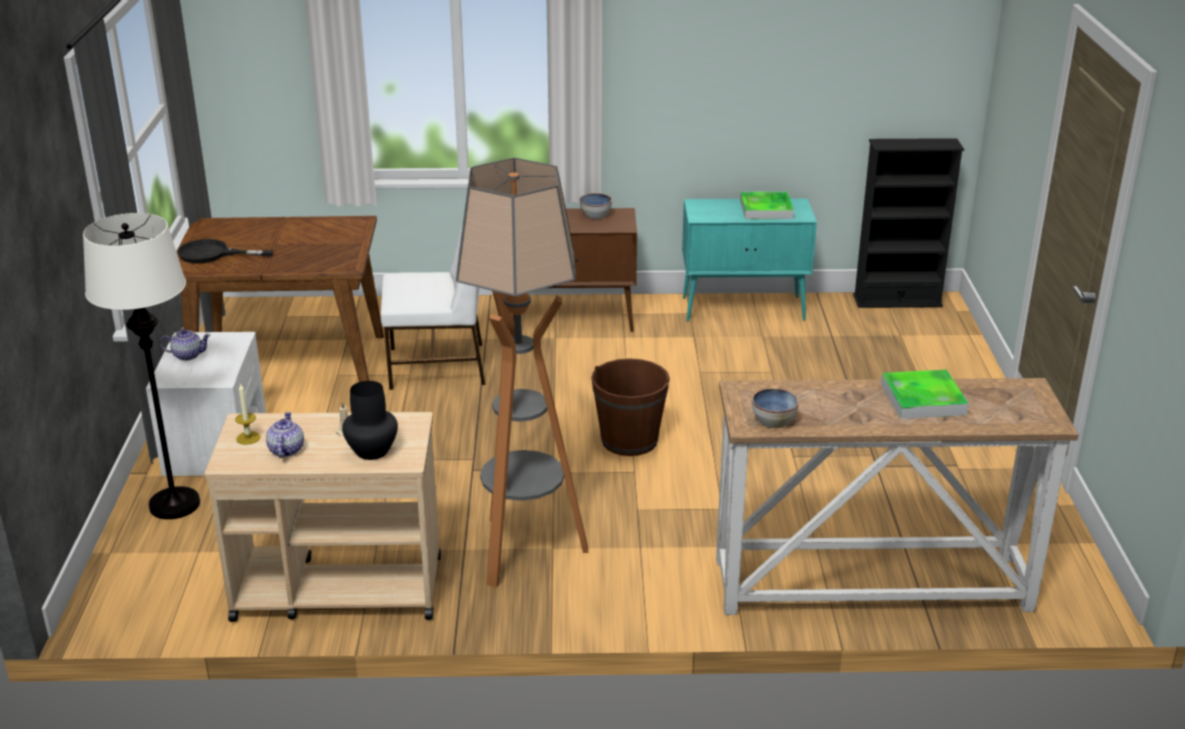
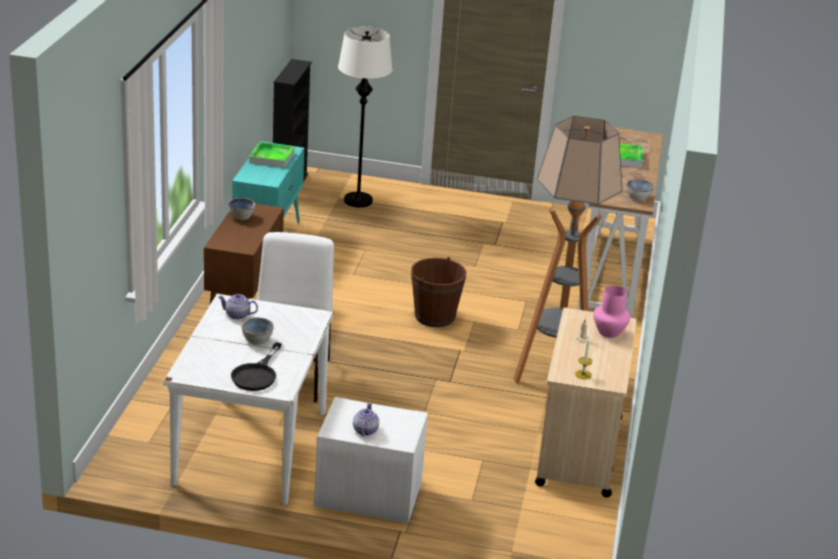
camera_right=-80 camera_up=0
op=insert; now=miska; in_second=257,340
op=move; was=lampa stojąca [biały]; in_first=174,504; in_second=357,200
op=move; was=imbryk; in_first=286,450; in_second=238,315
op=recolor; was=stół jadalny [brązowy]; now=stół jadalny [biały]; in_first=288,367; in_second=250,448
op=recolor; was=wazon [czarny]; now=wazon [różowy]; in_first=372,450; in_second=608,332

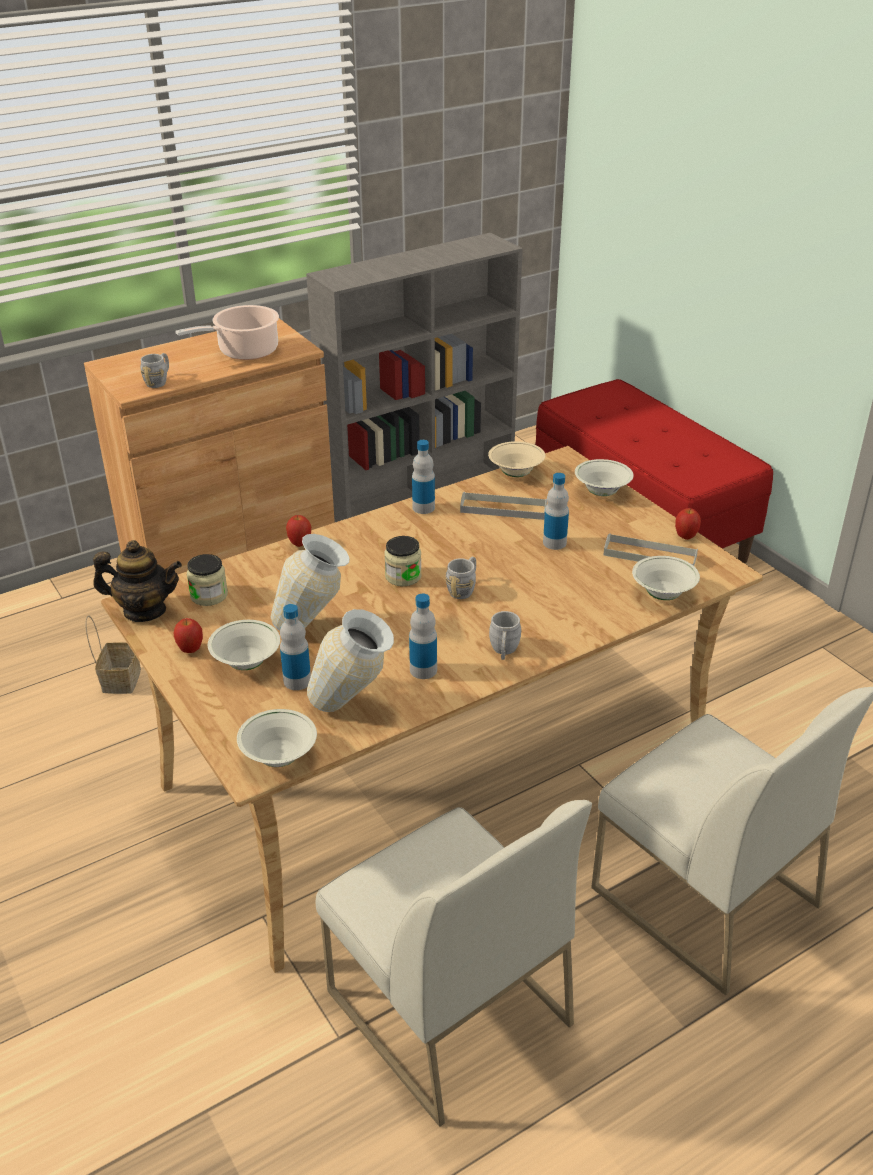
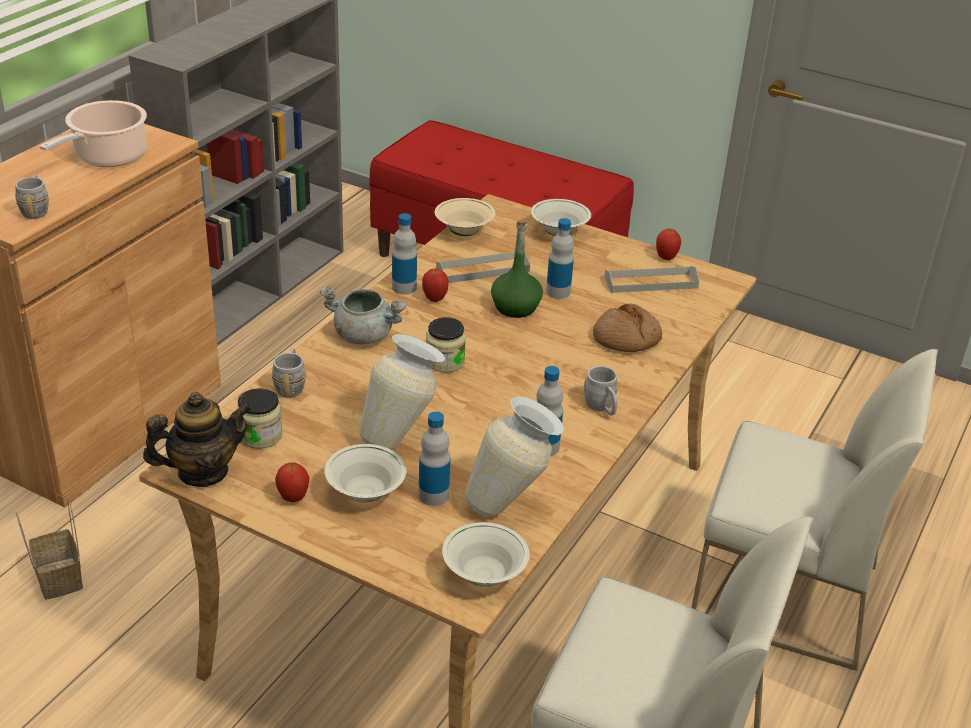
camera_right=-30 camera_up=0
op=delete; was=miska [biały]; in_first=663,595
op=insert; now=garnek [szary]; in_second=364,335
op=insert; now=butelka [zielony]; in_second=515,307
op=insert; now=chleb; in_second=626,339
op=move; was=jabłko; in_first=300,544; in_second=434,299
op=move; was=kubek [szary]; in_first=464,589; in_second=291,385

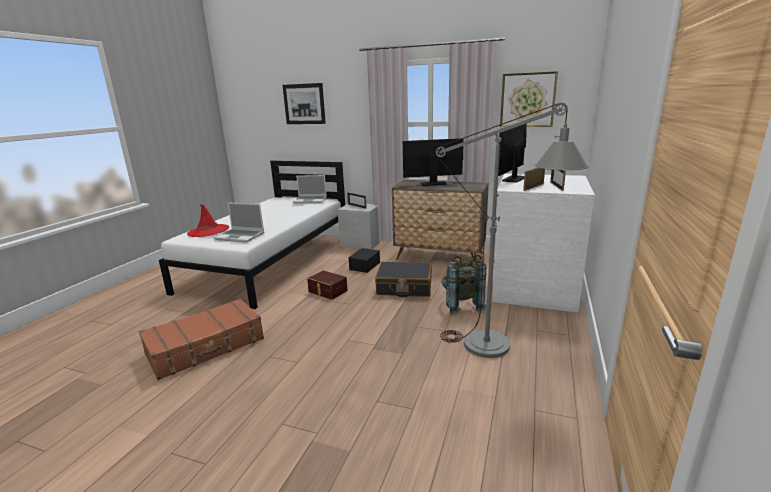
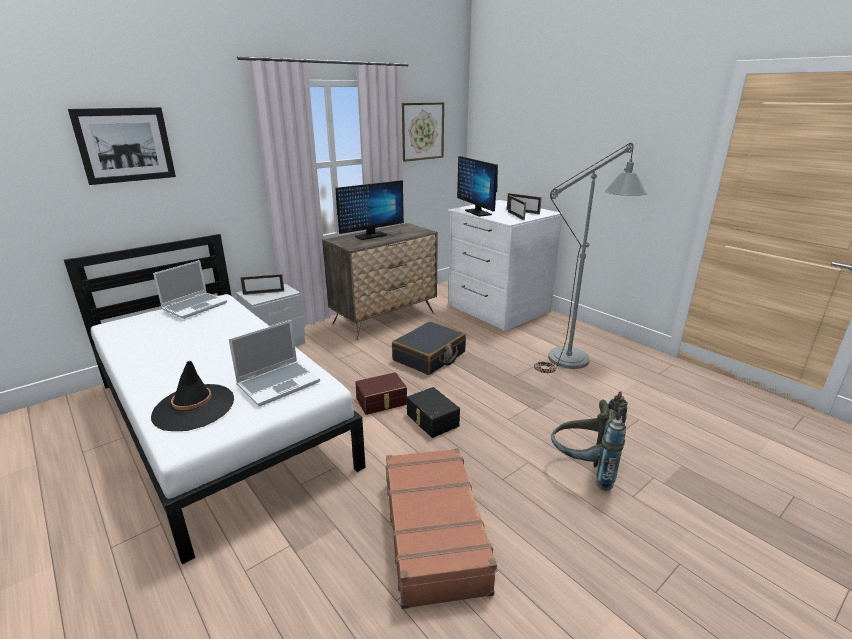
camera_right=-60 camera_up=5
op=move; was=pojemnik do przechowywania [czarny]; in_first=364,266; in_second=431,420
op=move; was=plecak [szary]; in_first=460,305; in_second=583,469
op=recolor; was=kapelusz [czerwony]; now=kapelusz [czarny]; in_first=208,231; in_second=194,407
op=rotate; was=monitor; in_first=433,184; in_second=370,236; clockwise=-150

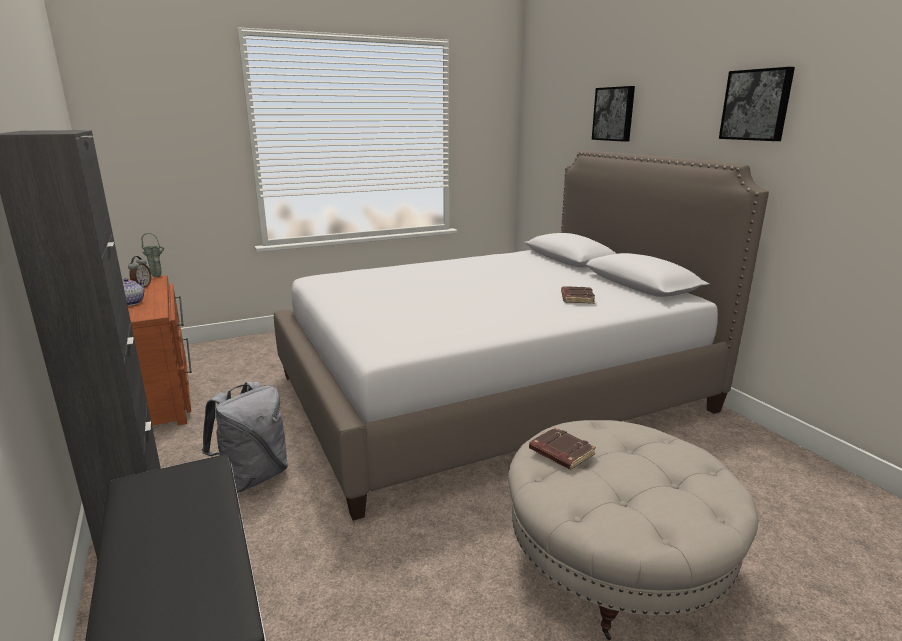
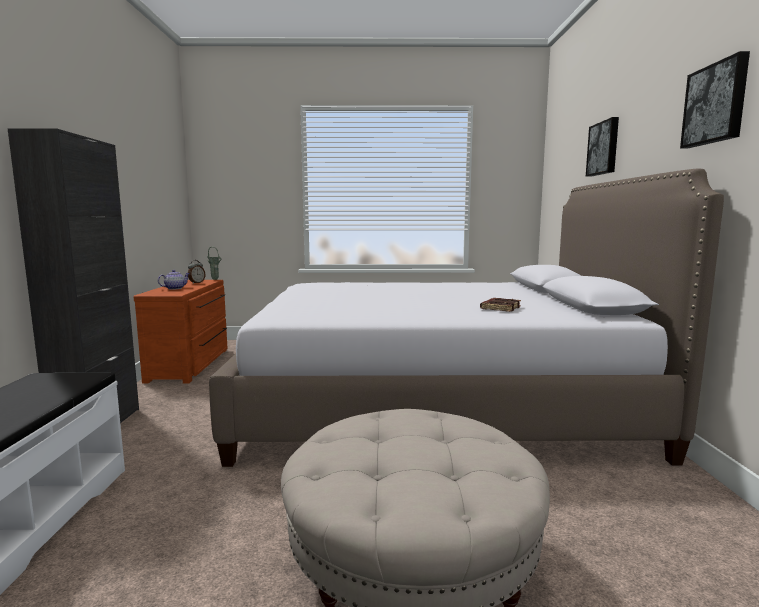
camera_right=25 camera_up=-10
op=delete; was=plecak [szary]; in_first=253,477
op=delete; was=książka [brązowy]; in_first=560,453

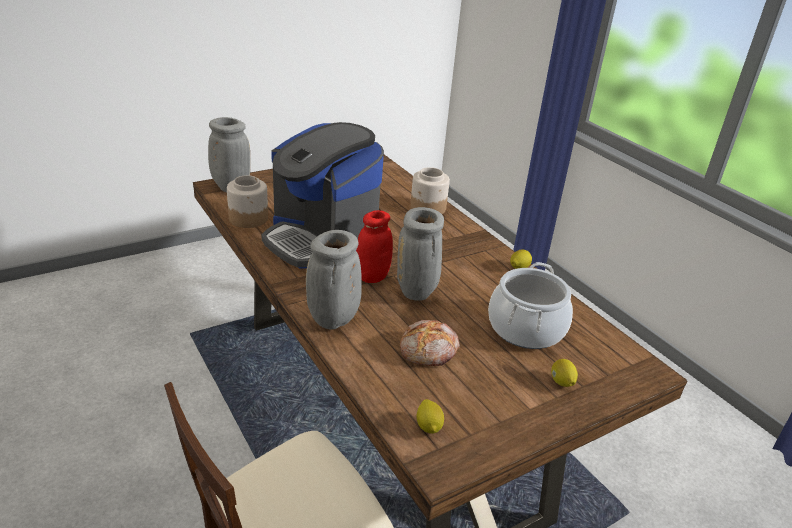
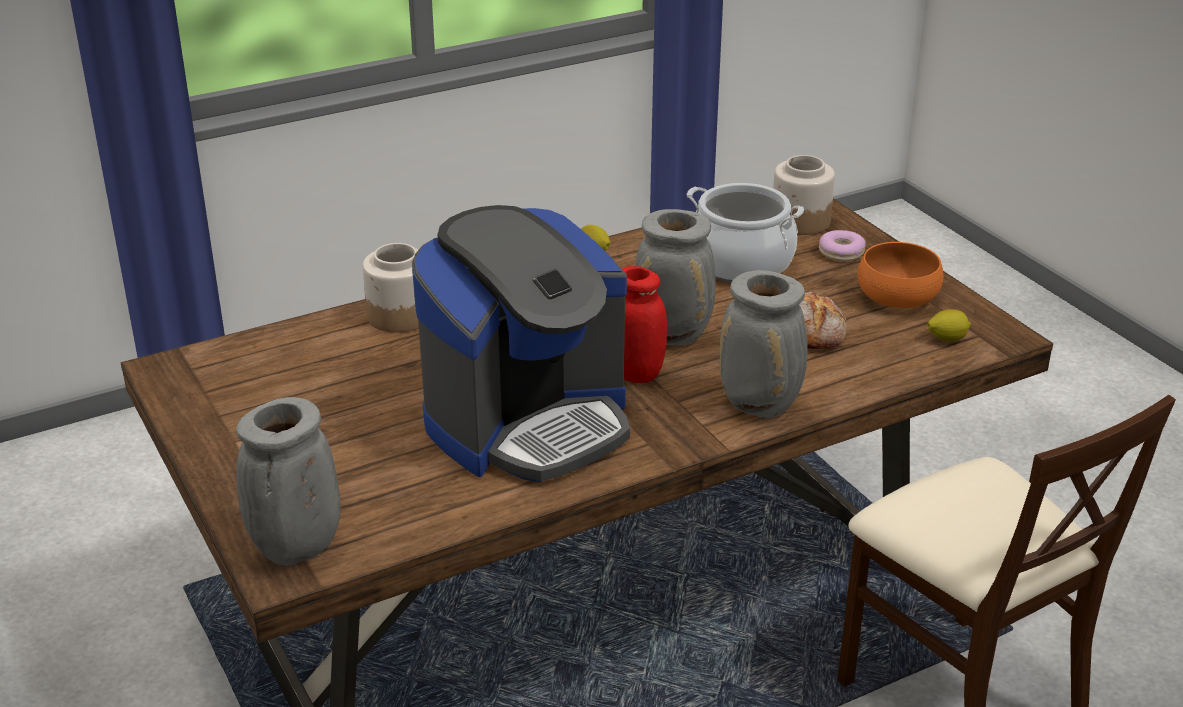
camera_right=-85 camera_up=0
op=insert; now=miska [pomarańczowy]; in_second=897,296
op=move; was=słoik; in_first=249,218; in_second=799,221
op=replace; was=cytryna; now=donut; in_first=561,382; in_second=841,252

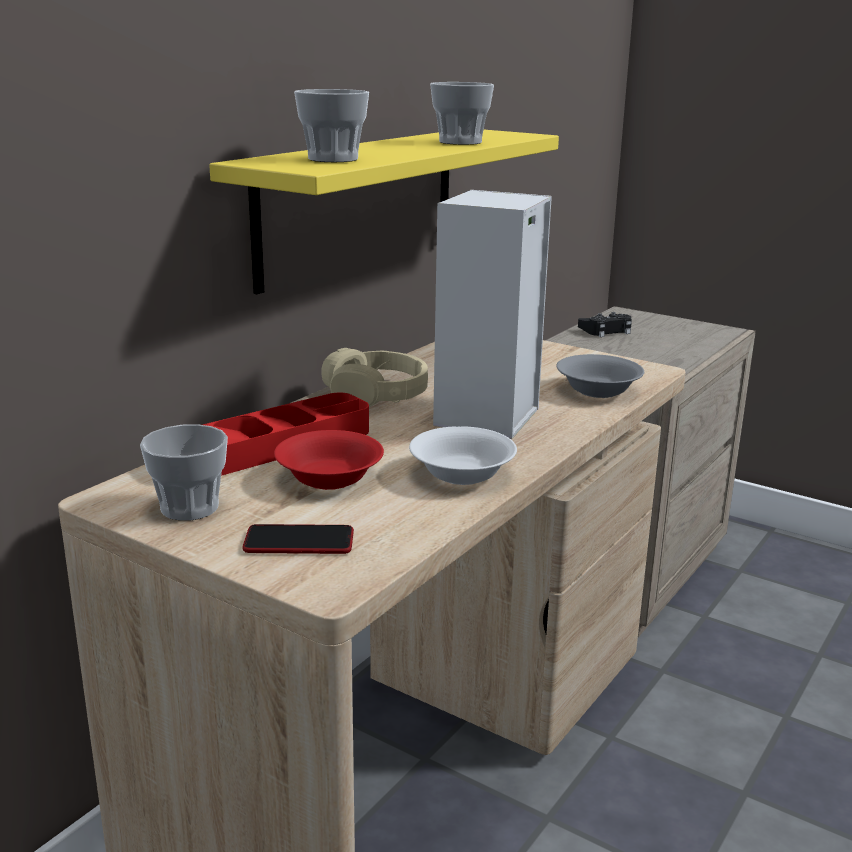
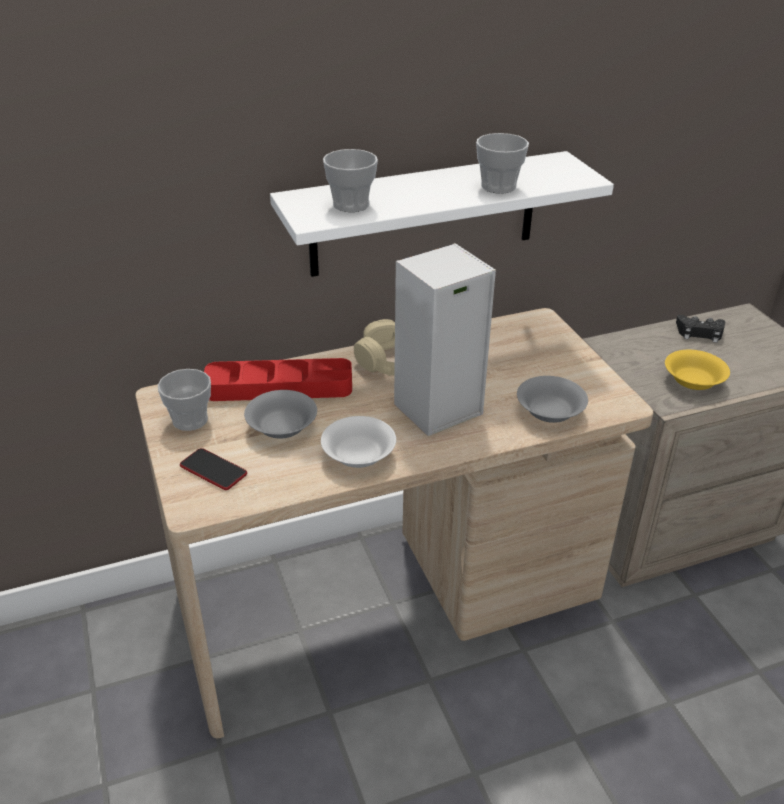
camera_right=35 camera_up=15
op=insert; now=miska [żółty]; in_second=693,381
op=recolor; was=półka [żółty]; now=półka [biały]; in_first=359,204; in_second=424,214
op=recolor; was=miska [czerwony]; now=miska [szary]; in_first=330,478; in_second=282,426

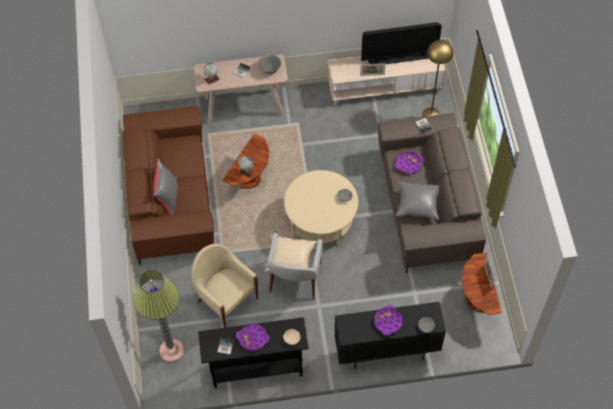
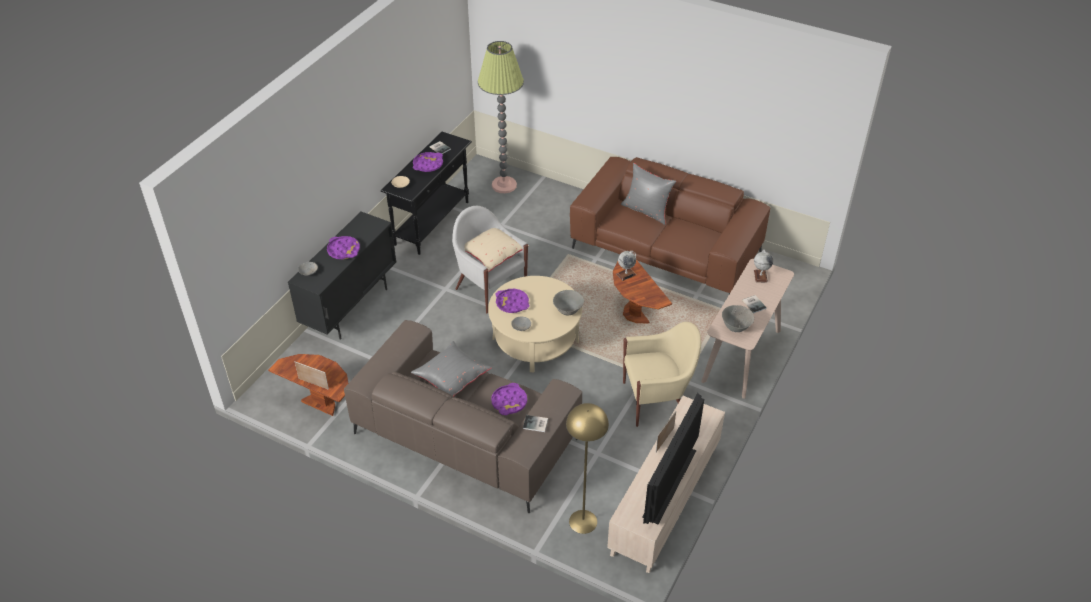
camera_right=125 camera_up=-15
op=insert; now=taca [fioletowy]; in_second=512,303
op=insert; now=miska [szary]; in_second=568,310
op=move; was=fotel [beżowy]; in_first=226,299; in_second=657,401

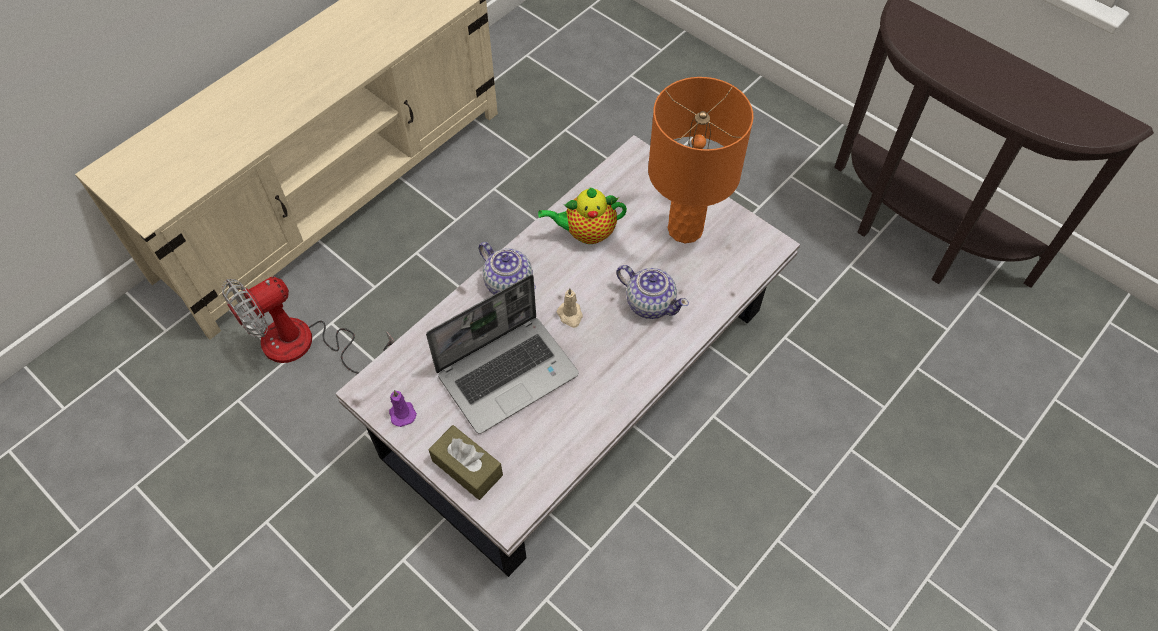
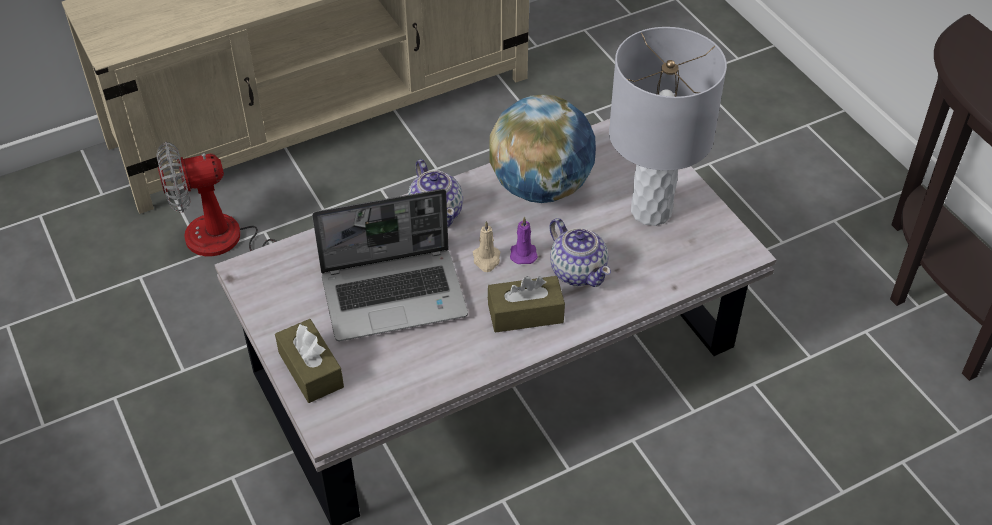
camera_right=20 camera_up=-10
op=insert; now=pudełko chusteczek [brązowy]; in_second=525,313
op=move; was=świeca [fioletowy]; in_first=402,412; in_second=523,253
op=replace; was=imbryk; now=globus; in_first=586,233; in_second=541,187
op=recolor; was=lampa stołowa [pomarańczowy]; now=lampa stołowa [szary]; in_first=685,228; in_second=651,211

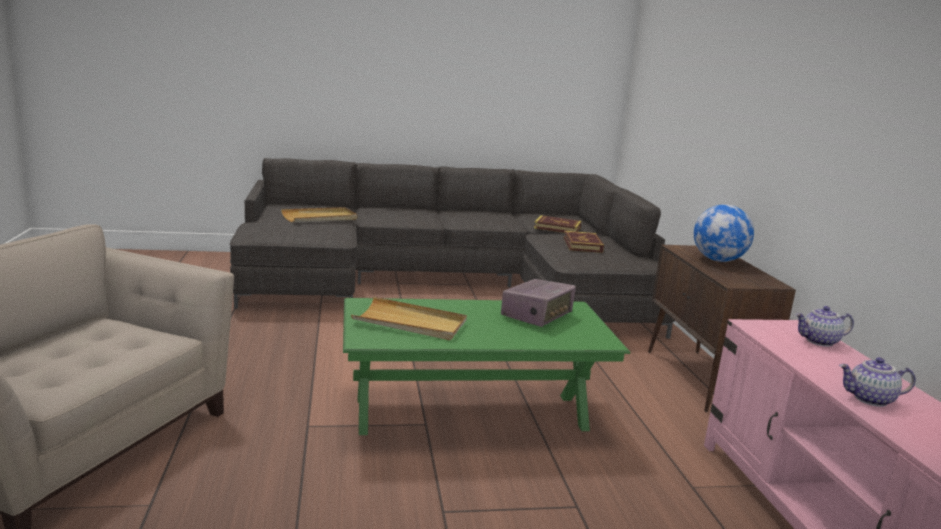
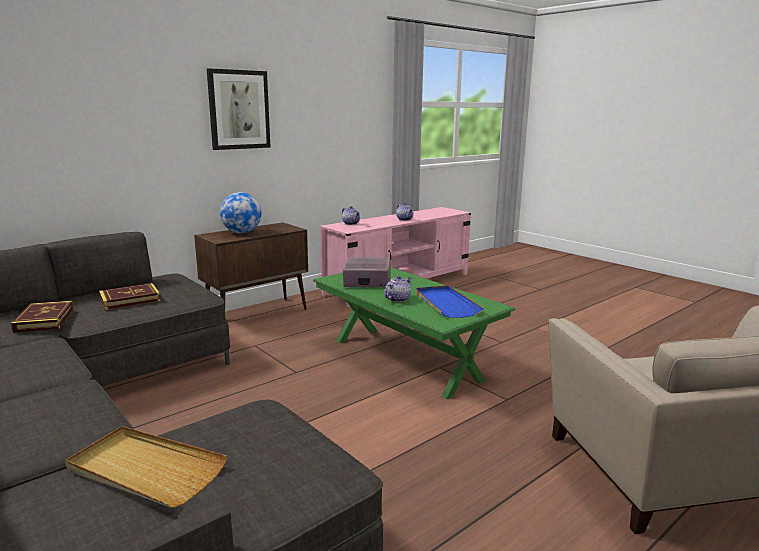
camera_right=-120 camera_up=0
op=insert; now=obraz; in_second=239,110
op=insert; now=imbryk; in_second=397,299
op=recolor; was=taca [beżowy]; now=taca [niebieski]; in_first=410,323; in_second=446,304

